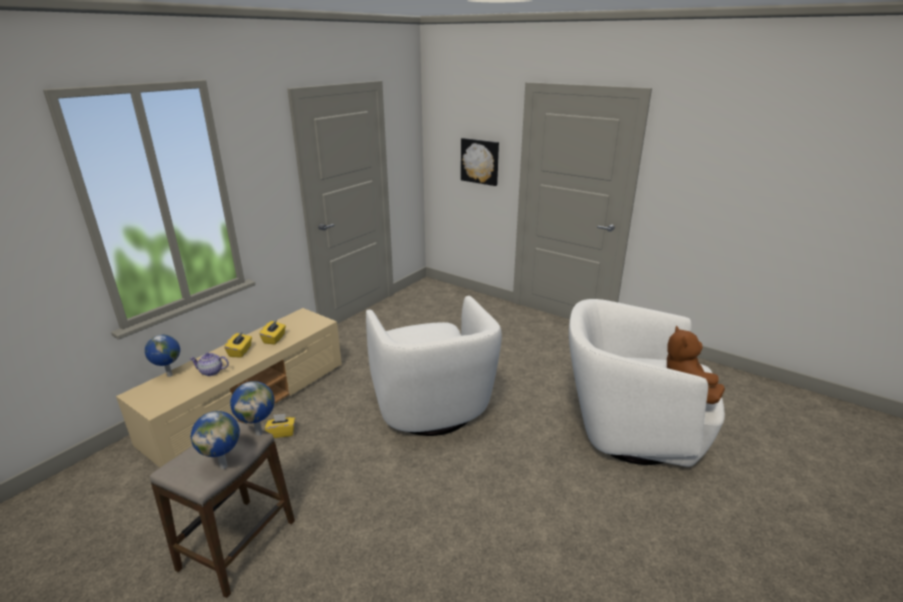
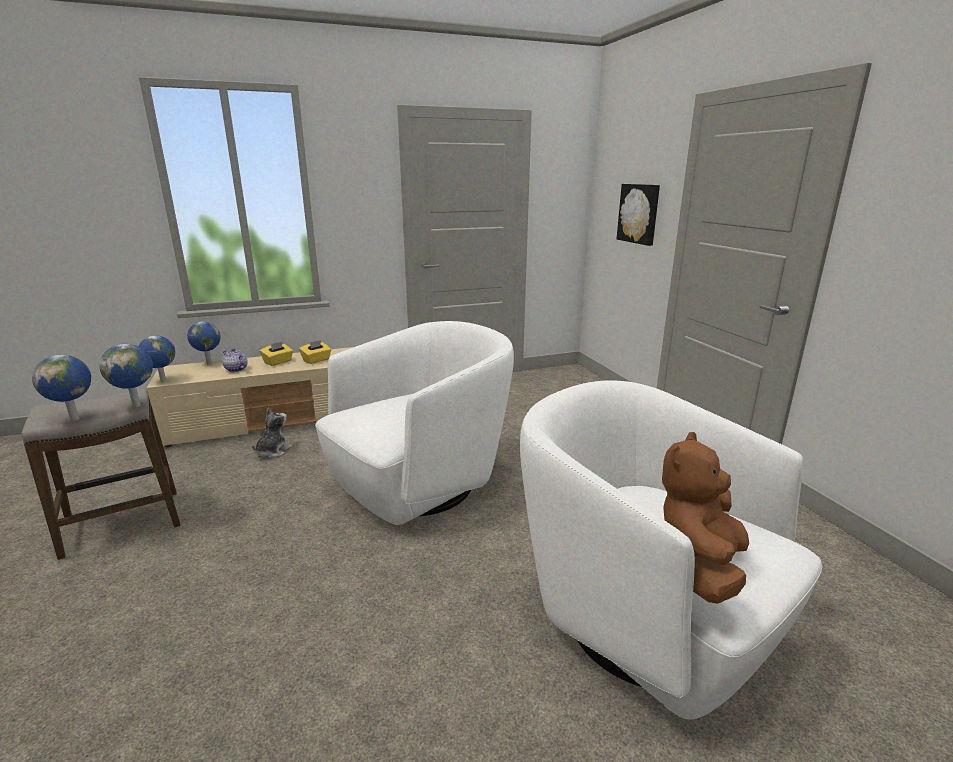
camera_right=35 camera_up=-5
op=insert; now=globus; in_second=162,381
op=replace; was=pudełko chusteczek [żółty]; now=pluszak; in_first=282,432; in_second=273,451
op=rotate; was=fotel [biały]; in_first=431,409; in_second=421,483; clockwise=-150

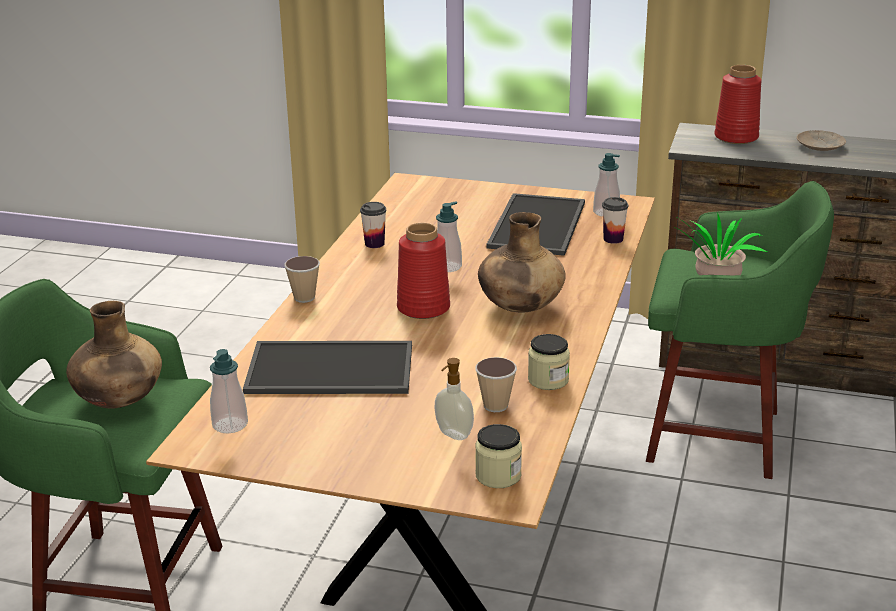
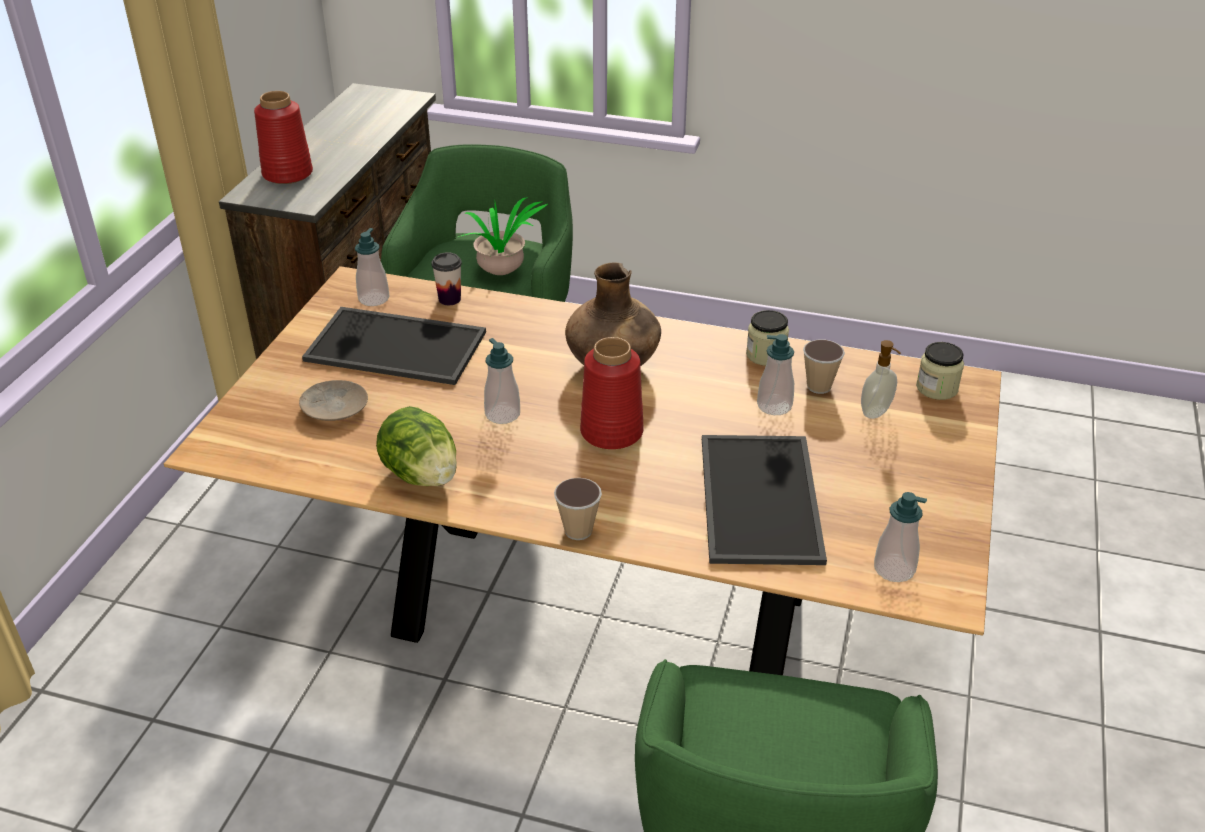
camera_right=-90 camera_up=10
op=delete; was=wazon [brązowy]; in_first=119,401
op=insert; now=dozownik mydła; in_second=774,406
op=move; was=talerz [beżowy]; in_first=820,146; in_second=334,407
op=replace; was=filiżanka; now=sałata; in_first=374,244; in_second=421,475

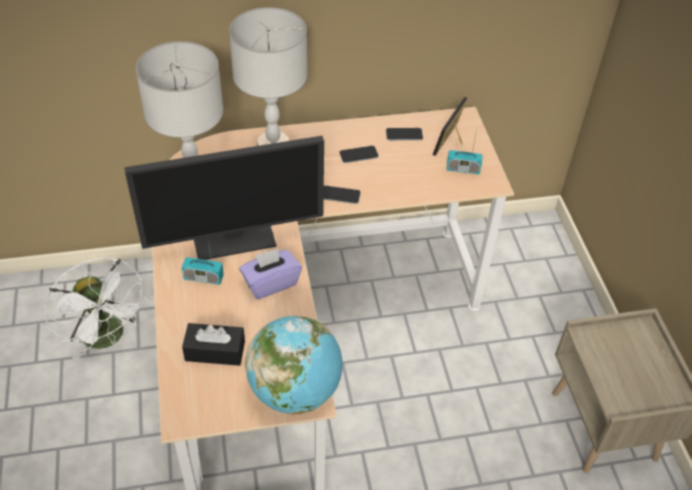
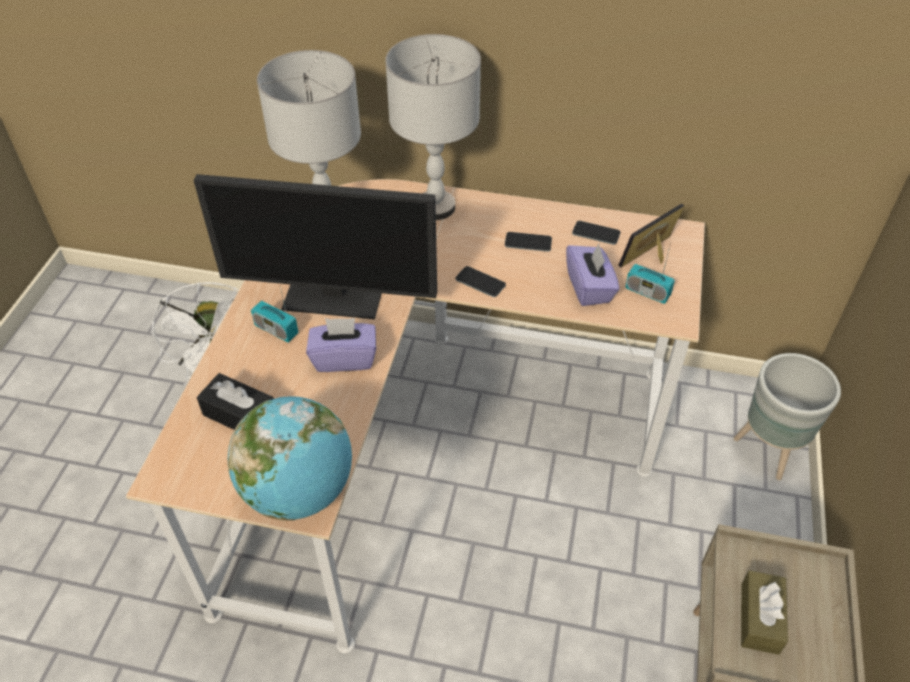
camera_right=25 camera_up=0
op=insert; now=pudełko chusteczek [fioletowy]; in_second=589,288
op=insert; now=donica [szary]; in_second=769,451
op=insert; now=pudełko chusteczek [brązowy]; in_second=759,618

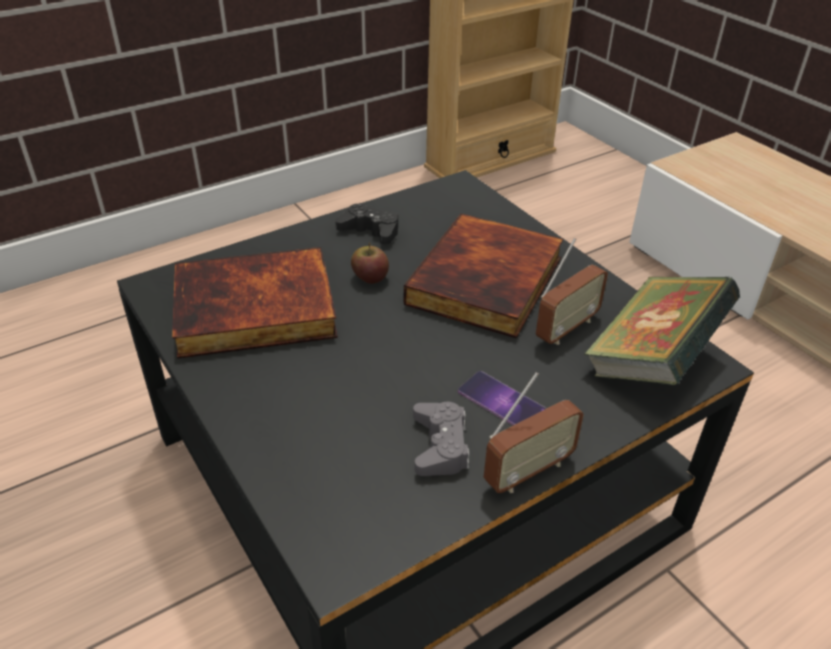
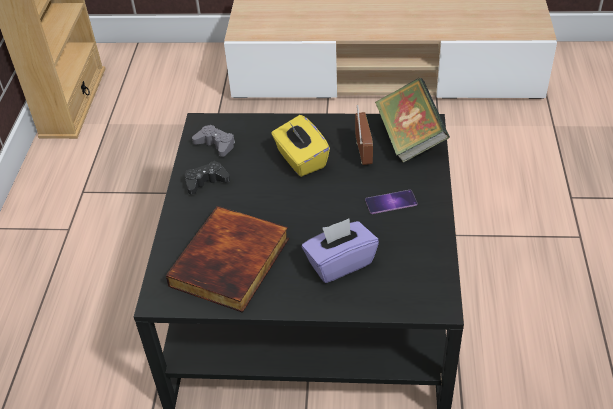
camera_right=-50 camera_up=5
op=delete; was=jabłko; in_first=370,278
op=delete; was=radio; in_first=528,471
op=insert; now=pudełko chusteczek [fioletowy]; in_second=339,263
op=move; was=pad do gier [szary]; in_first=440,445; in_second=215,144
op=replace; was=książka; now=pudełko chusteczek [żółty]; in_first=488,282; in_second=300,160

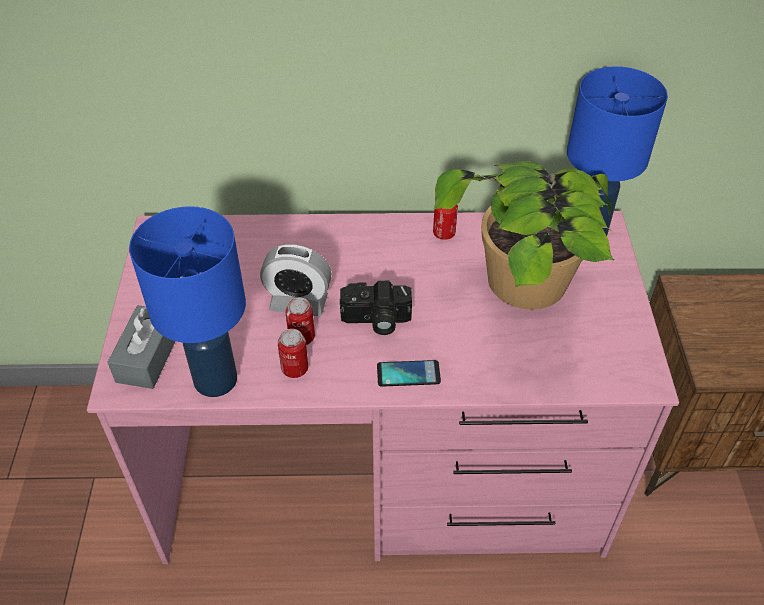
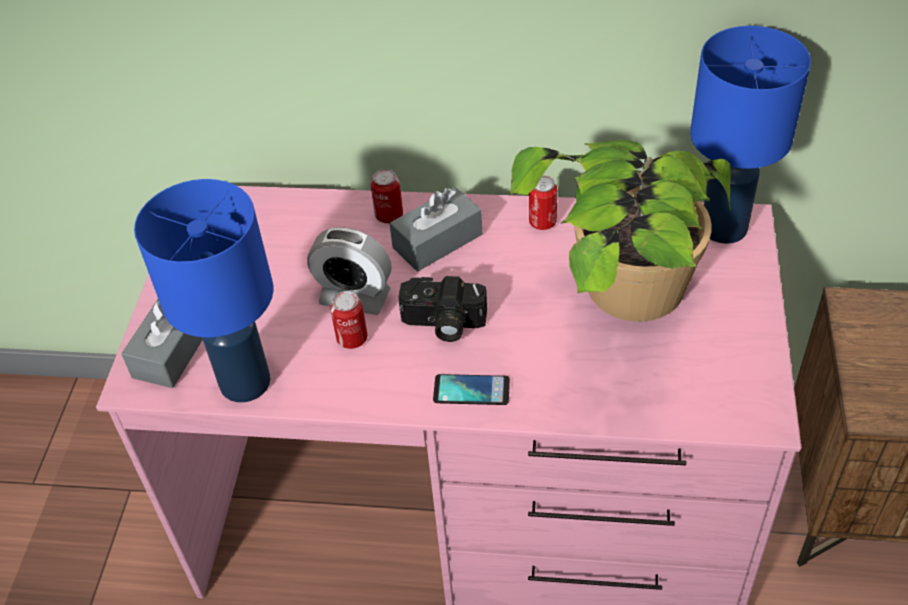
camera_right=10 camera_up=0
op=insert; now=pudełko chusteczek [szary]; in_second=437,241
op=move; was=puszka; in_first=294,368; in_second=389,215

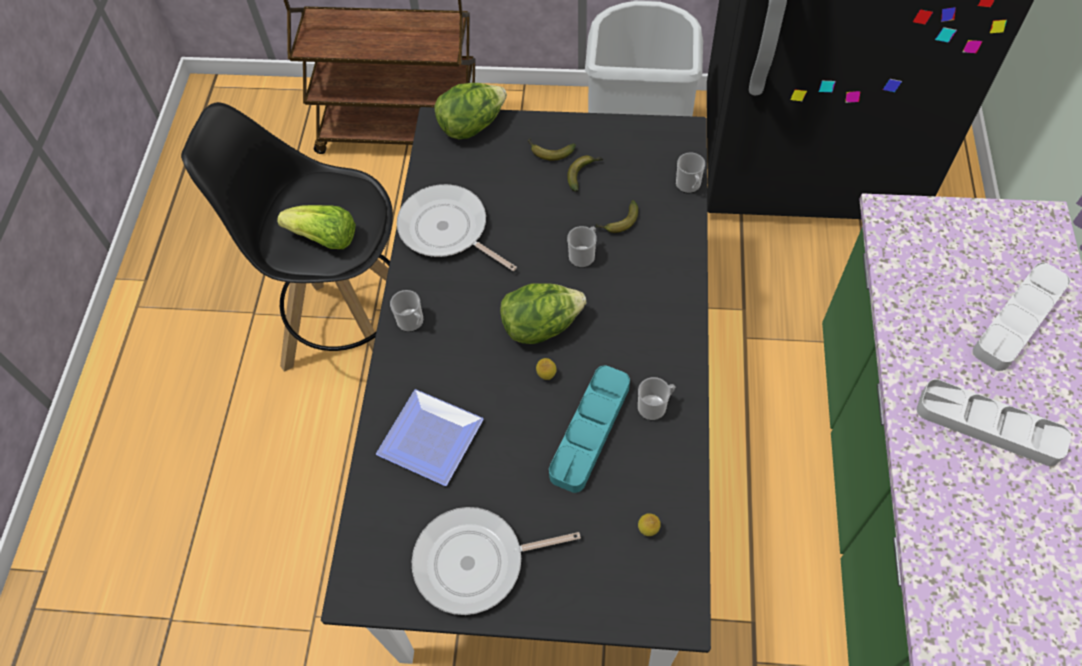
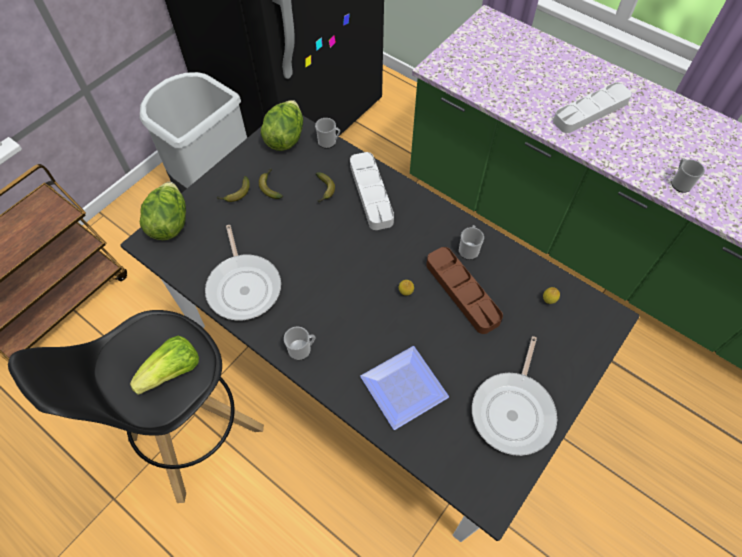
camera_right=-60 camera_up=0
op=move; was=sałata; in_first=541,326; in_second=285,138
op=move; was=kubek; in_first=583,255; in_second=679,183
op=move; was=taca [szary]; in_first=1018,320; in_second=371,193
op=recolor; was=taca [turkusowy]; now=taca [brązowy]; in_first=590,431; in_second=462,292
op=rotate; was=patelnia; in_first=447,230; in_second=244,286; clockwise=-90

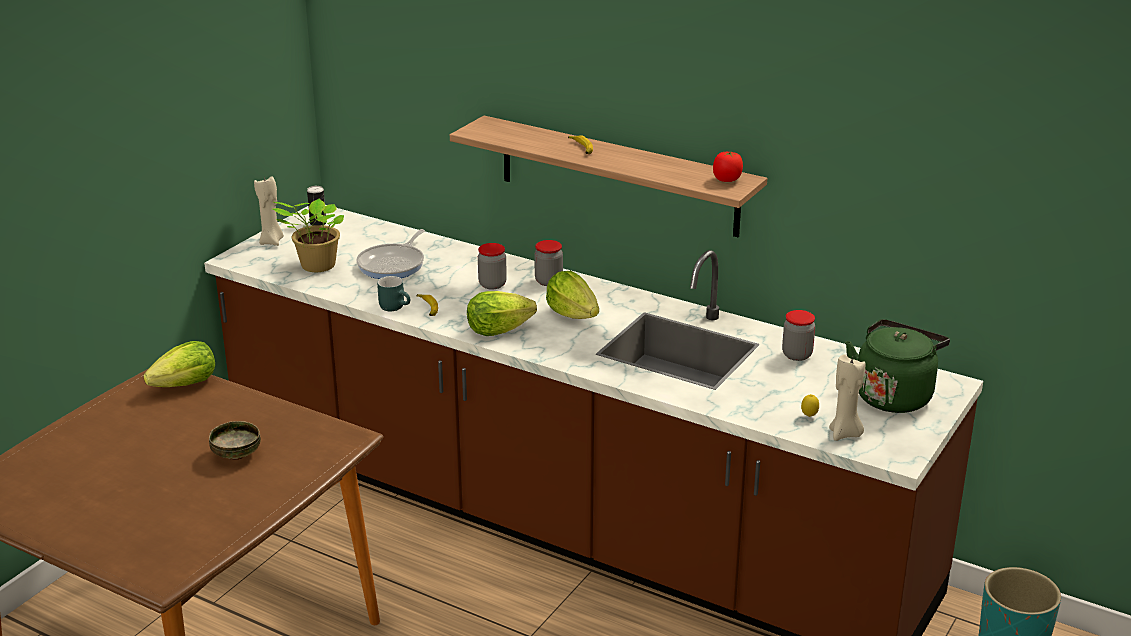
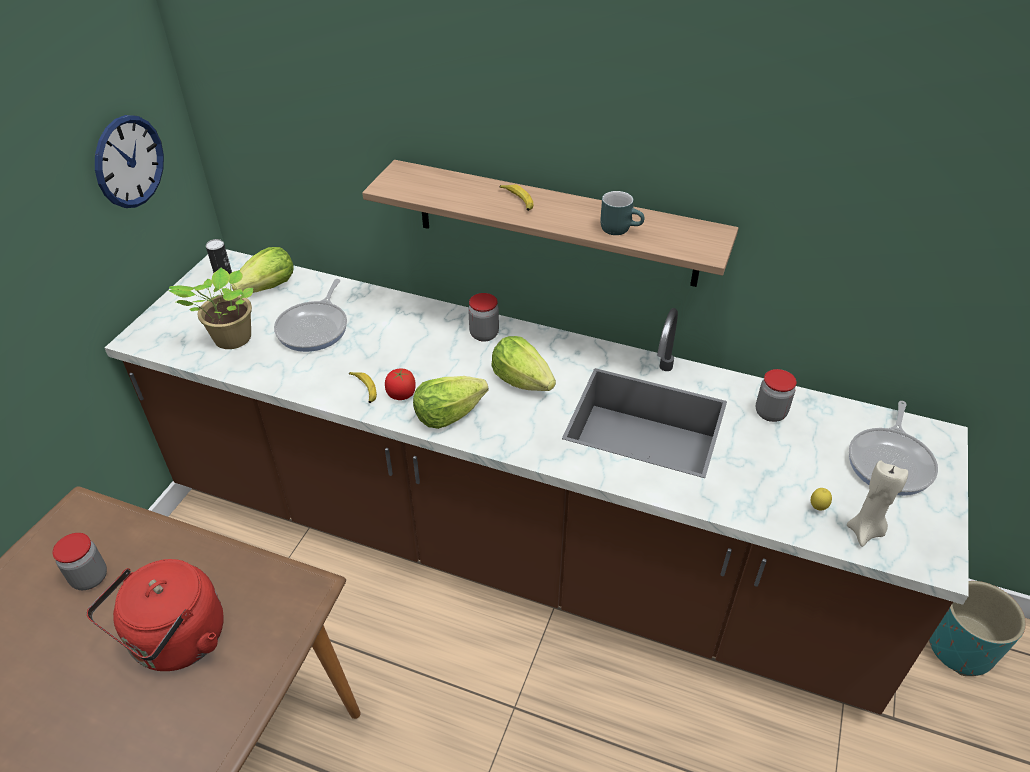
camera_right=-10 camera_up=15
op=delete; was=świeca [beżowy]; in_first=272,241
op=insert; now=zegar ścienny; in_second=129,162
op=move; was=sałata; in_first=186,385; in_second=269,287
op=move; was=kubek [turkusowy]; in_first=396,307; in_second=620,228
op=move; was=słoik; in_first=492,284; in_second=90,578
op=move; was=pomidor; in_first=727,180; in_second=401,395
op=replace; was=miska; now=czajnik [czerwony]; in_first=236,455; in_second=175,642
op=replace; was=czajnik [zielony]; now=patelnia; in_first=894,395; in_second=891,462

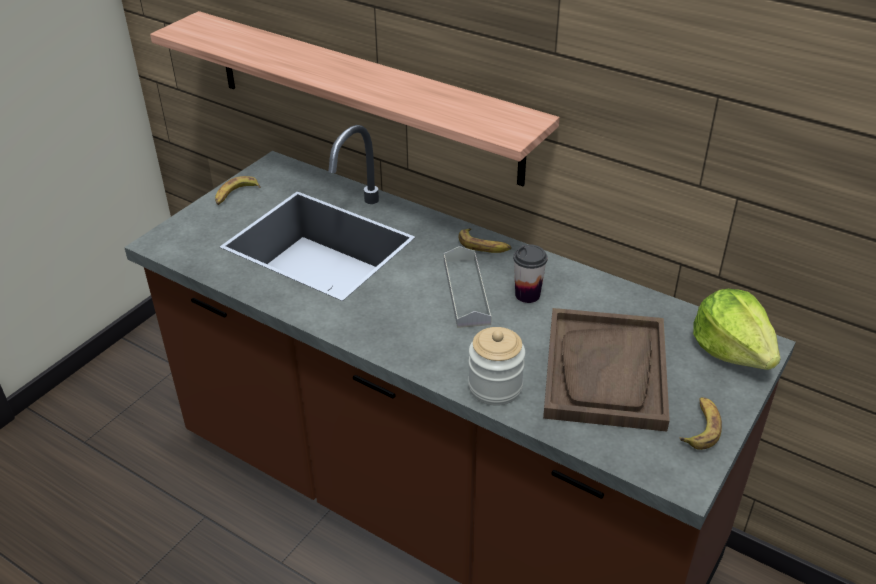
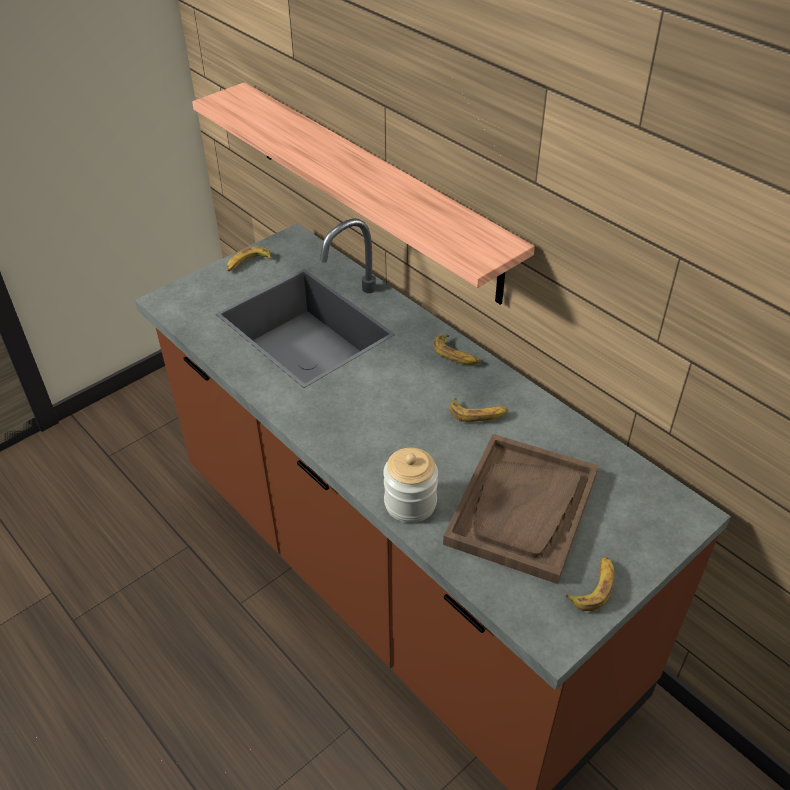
camera_right=15 camera_up=5
op=delete; was=taca [szary]; in_first=466,292
op=delete; was=sałata; in_first=732,350
op=replace; was=filiżanka; now=banan; in_first=527,295; in_second=478,414

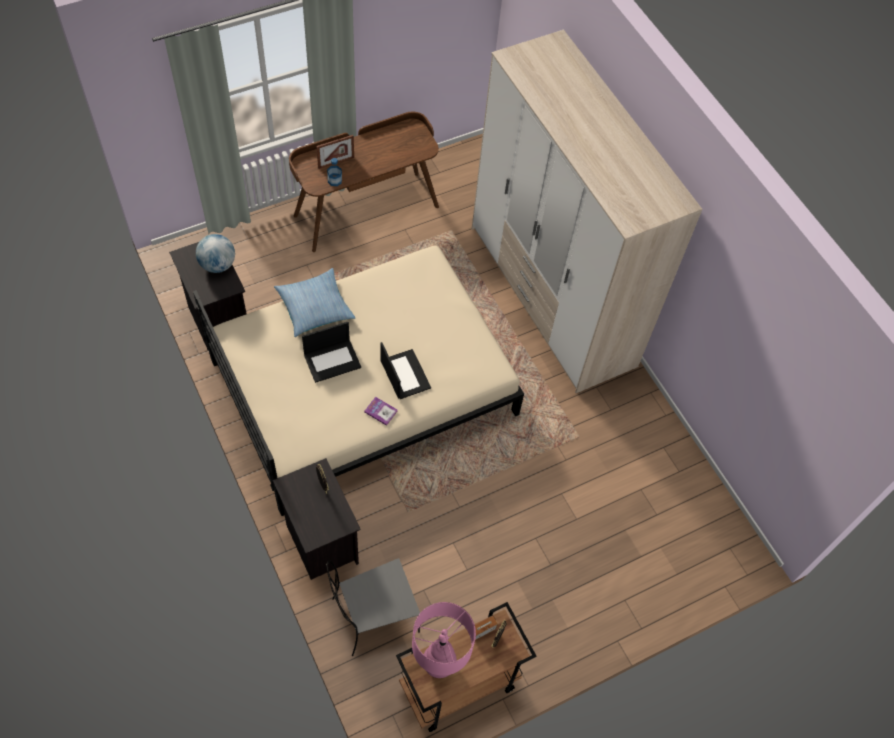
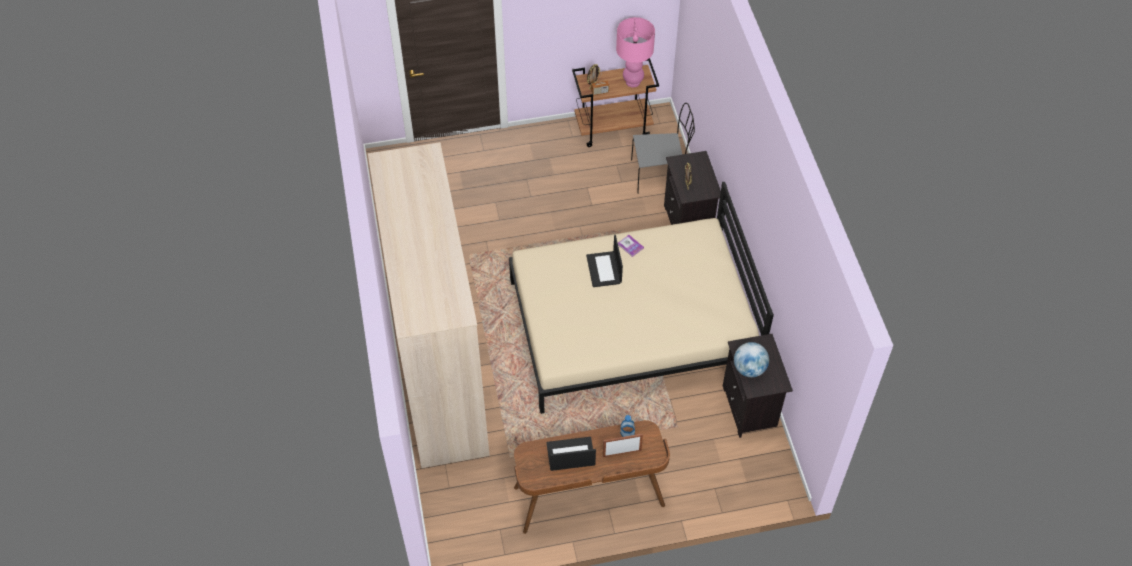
camera_right=-160 camera_up=-5
op=delete; was=poduszka; in_first=314,307
op=move; was=laptop; in_first=332,360; in_second=570,455

